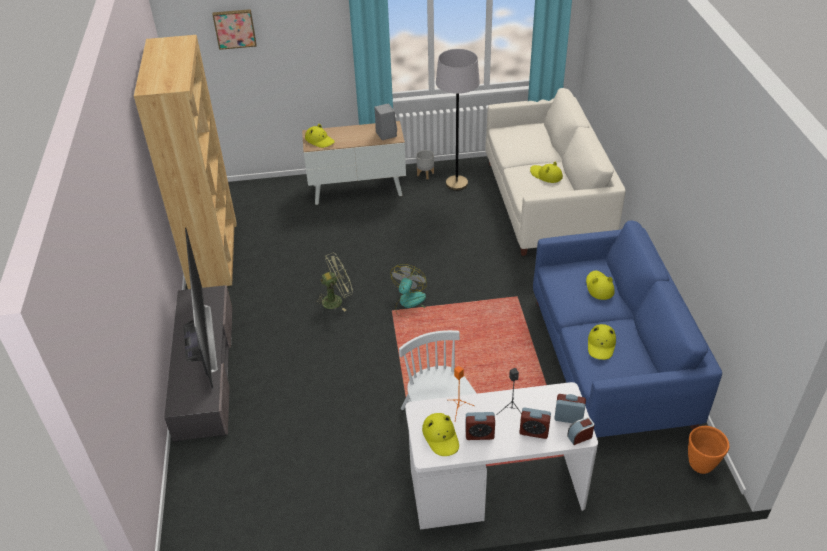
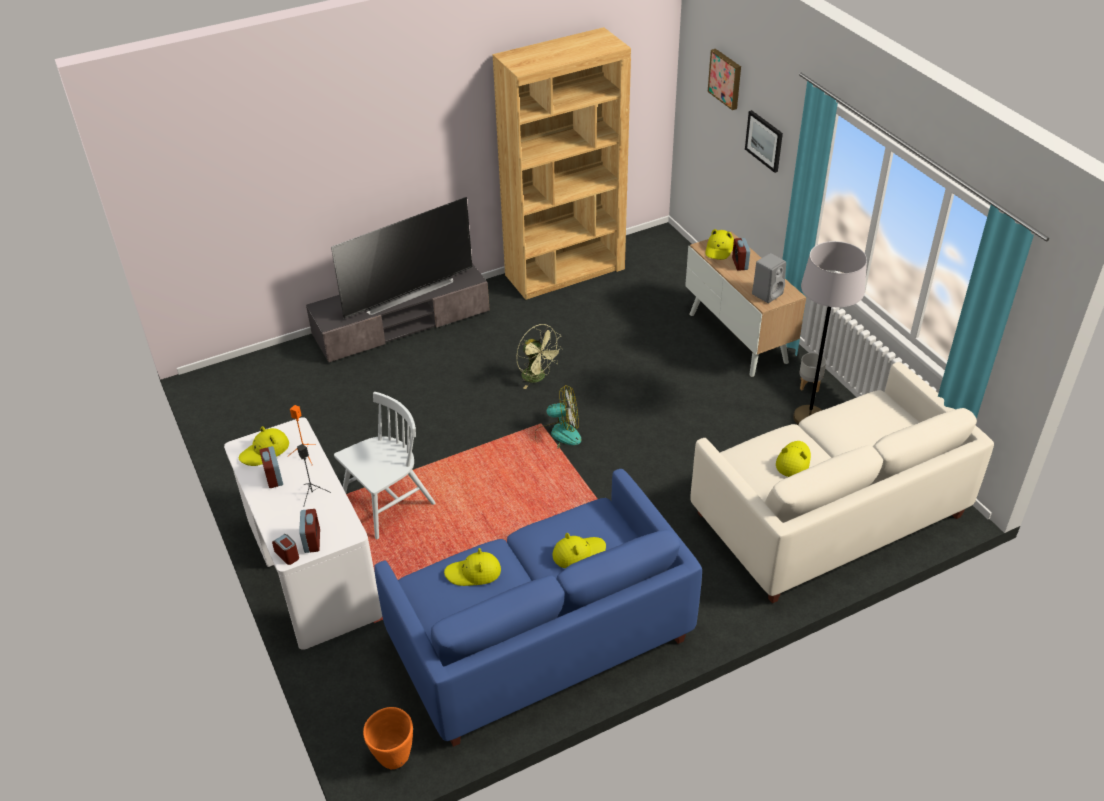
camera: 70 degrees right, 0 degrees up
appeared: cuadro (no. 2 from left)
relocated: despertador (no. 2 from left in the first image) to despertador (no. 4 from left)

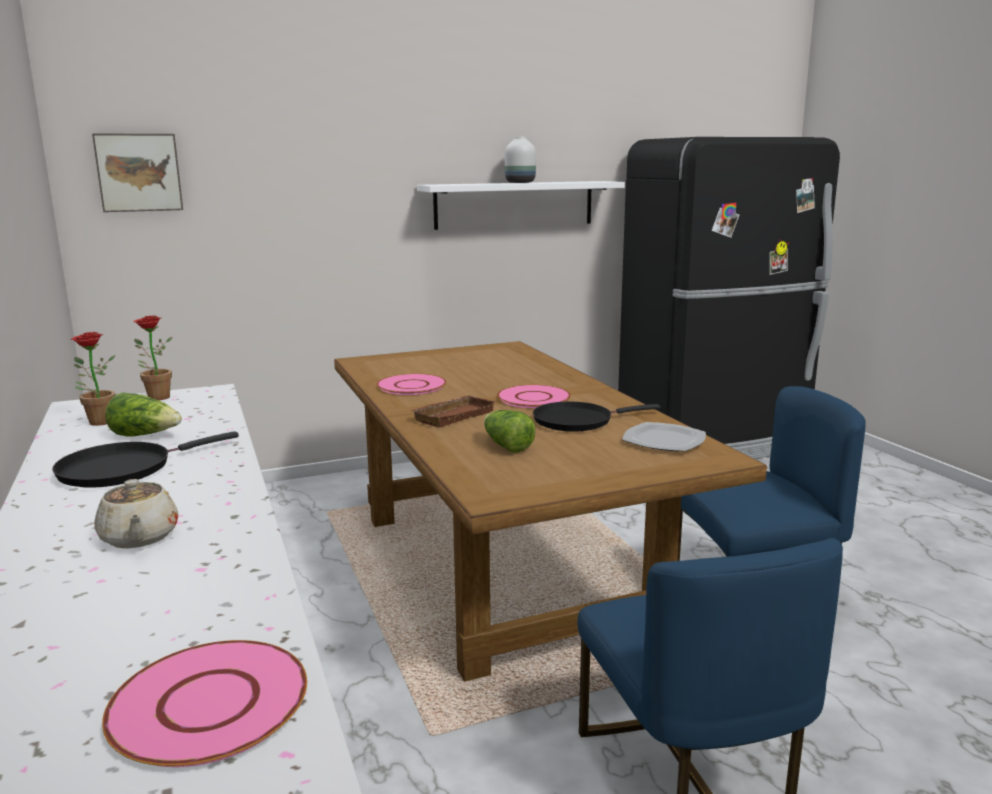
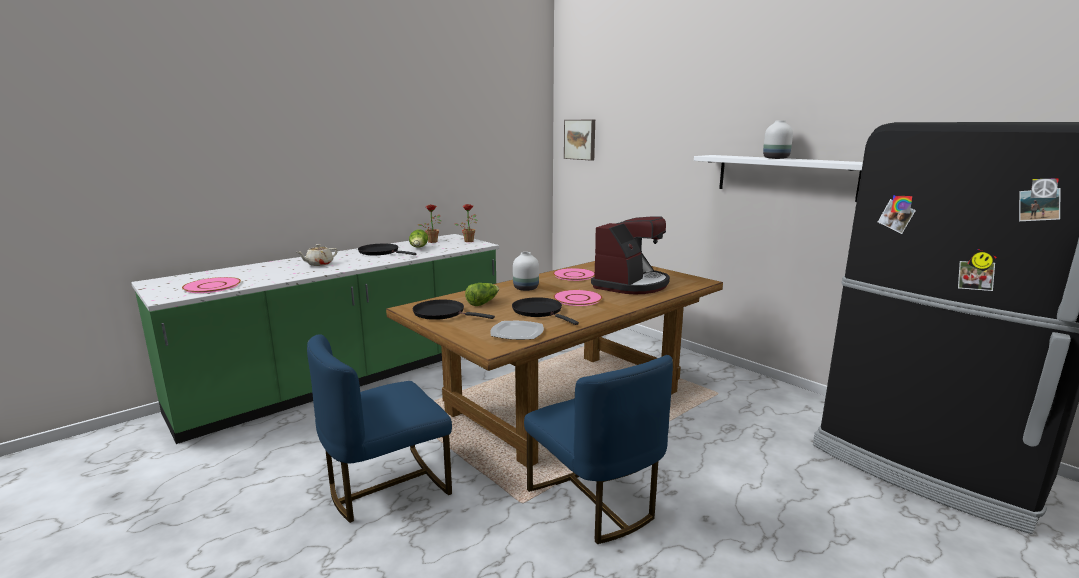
camera: 70 degrees right, 0 degrees up
appeared: sartén/negro (no. 2 from left); cafetera
exchanged: bandeja/marrón to florero/blanco (no. 1 from left)

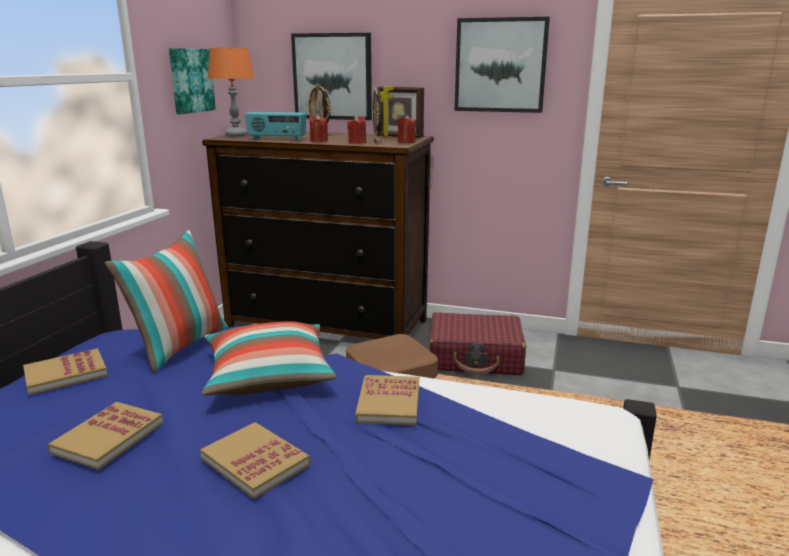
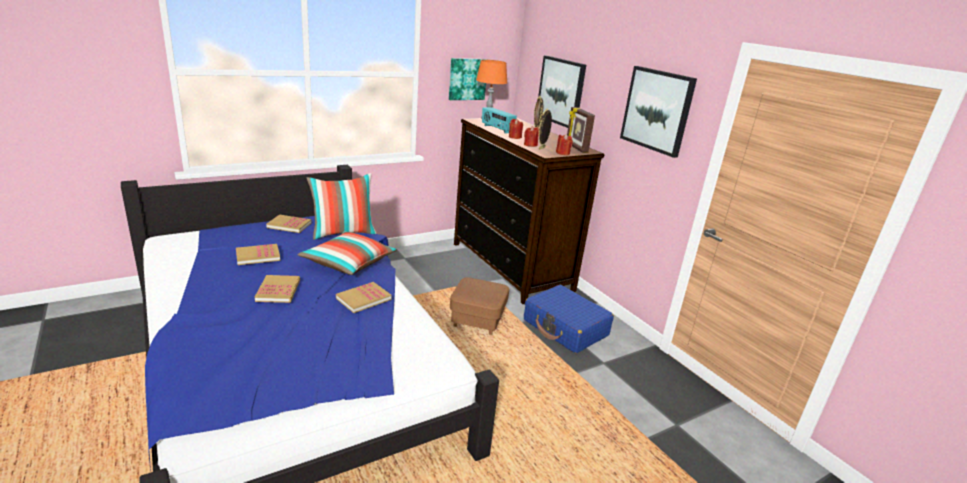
camera: 40 degrees right, 5 degrees up
colour: maleta/rojo to maleta/azul

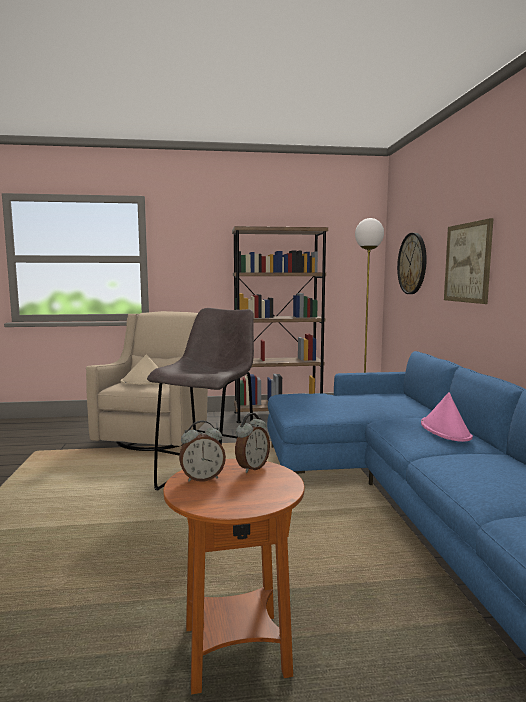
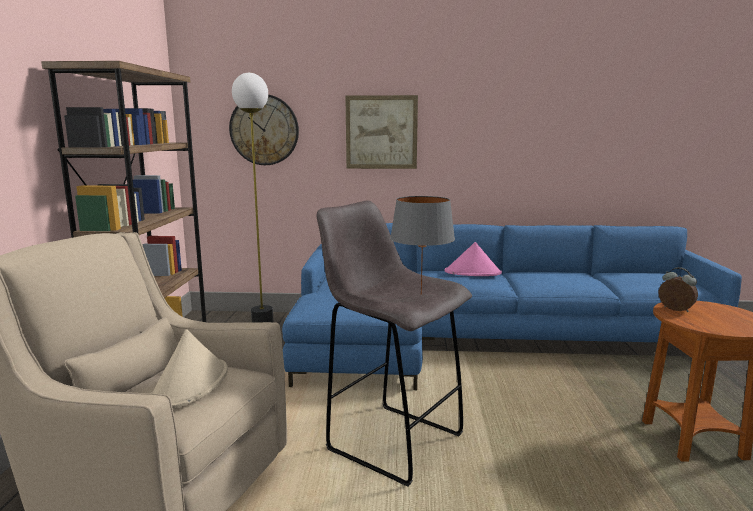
camera: 80 degrees left, 5 degrees up
missing: despertador (no. 1 from left)
appeared: lámpara de mesa/gris

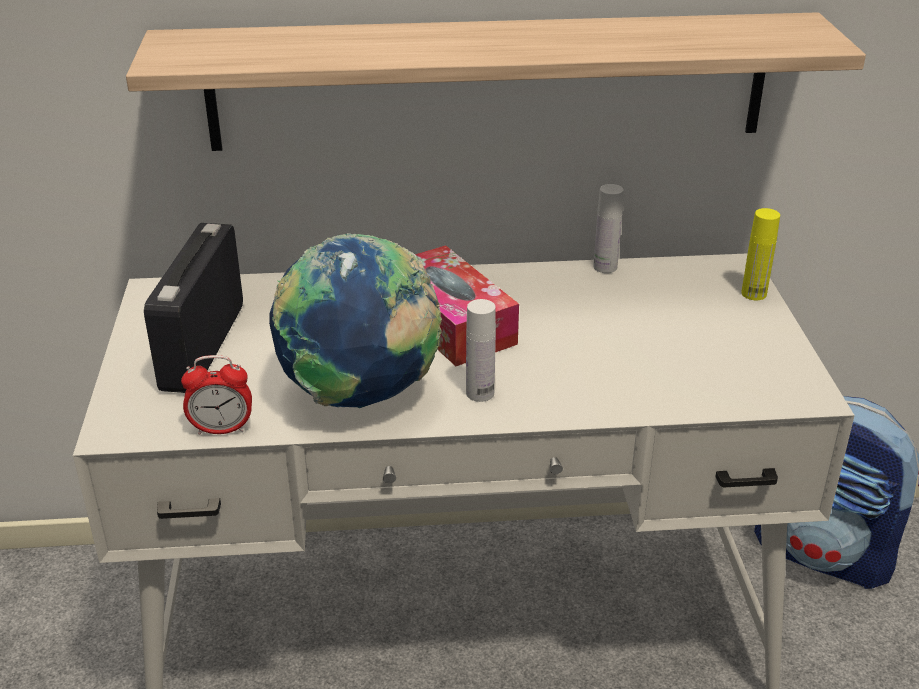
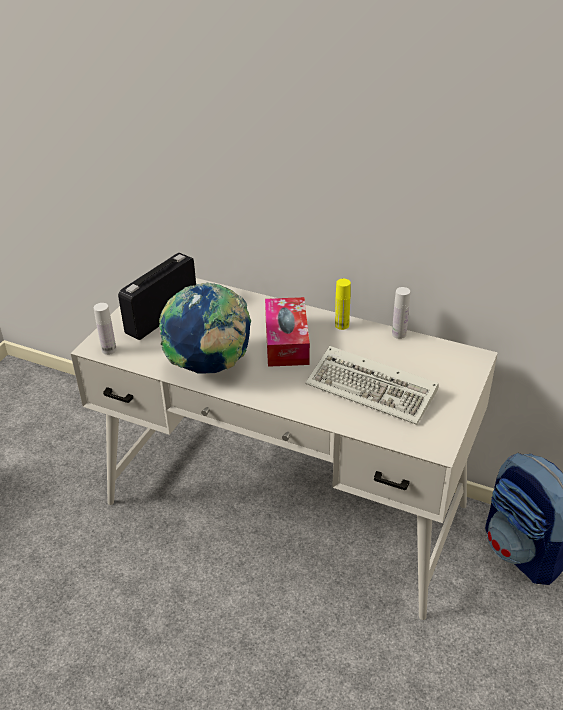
camera: 30 degrees right, 5 degrees up
missing: estante; despertador
appeared: teclado
relocated: botella/blanco (no. 1 from left); botella/amarillo

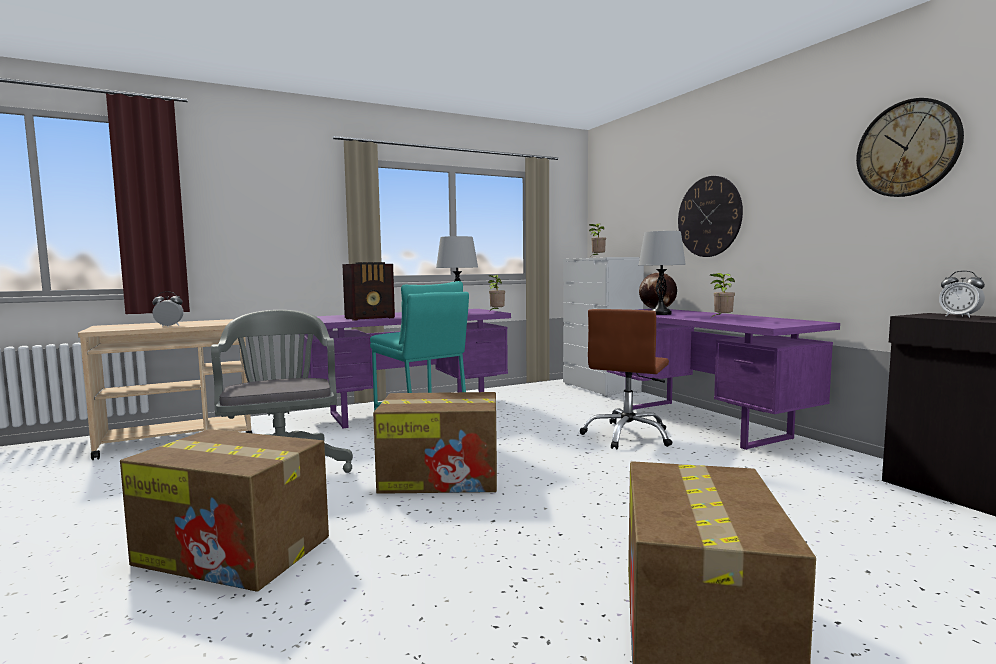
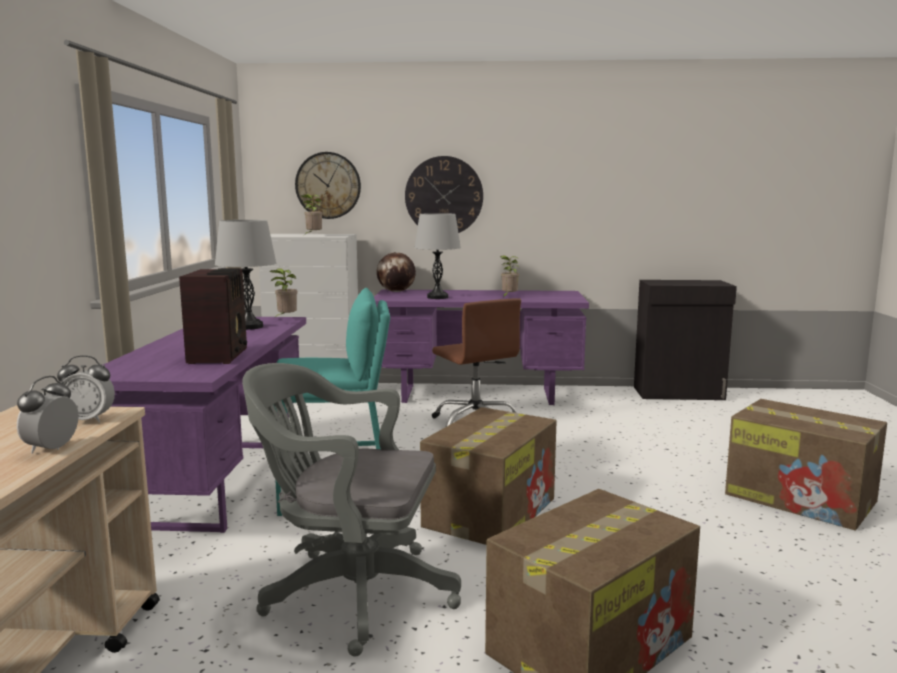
camera: 60 degrees left, 5 degrees up
relocated: reloj de pared (no. 2 from left in the first image) to reloj de pared (no. 1 from left); despertador (no. 2 from left)

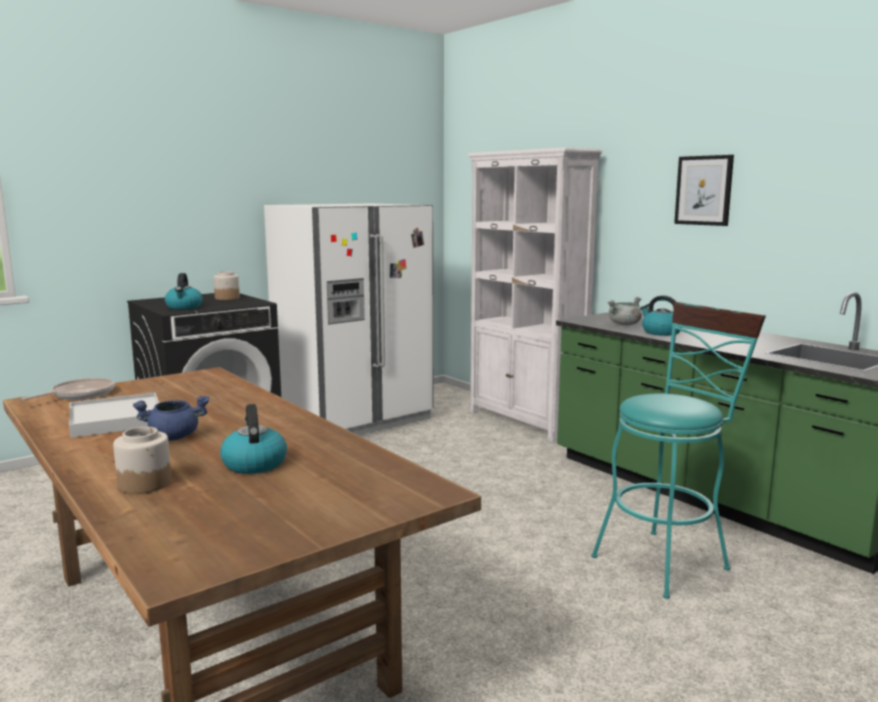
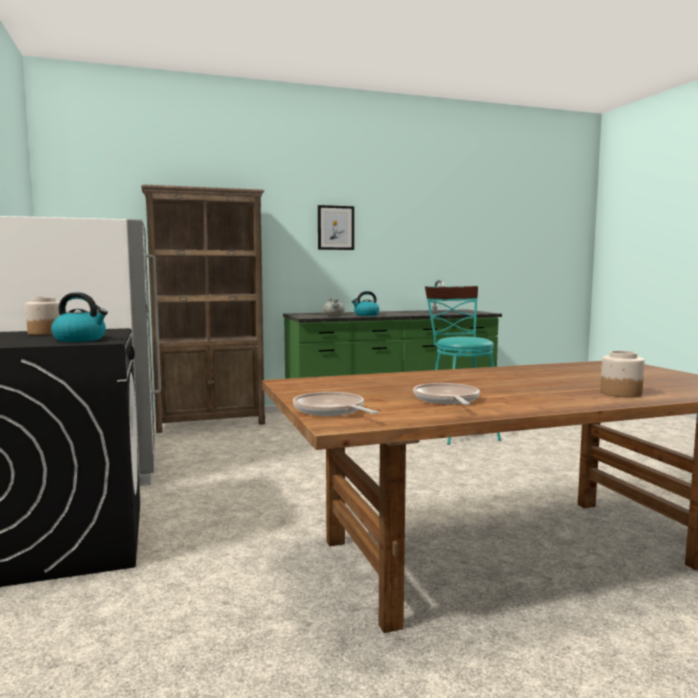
camera: 70 degrees left, 5 degrees down
missing: olla/azul; hervidor (no. 2 from left)
exchanged: bandeja/blanco to sartén (no. 2 from left)
colour: estantería/blanco to estantería/marrón

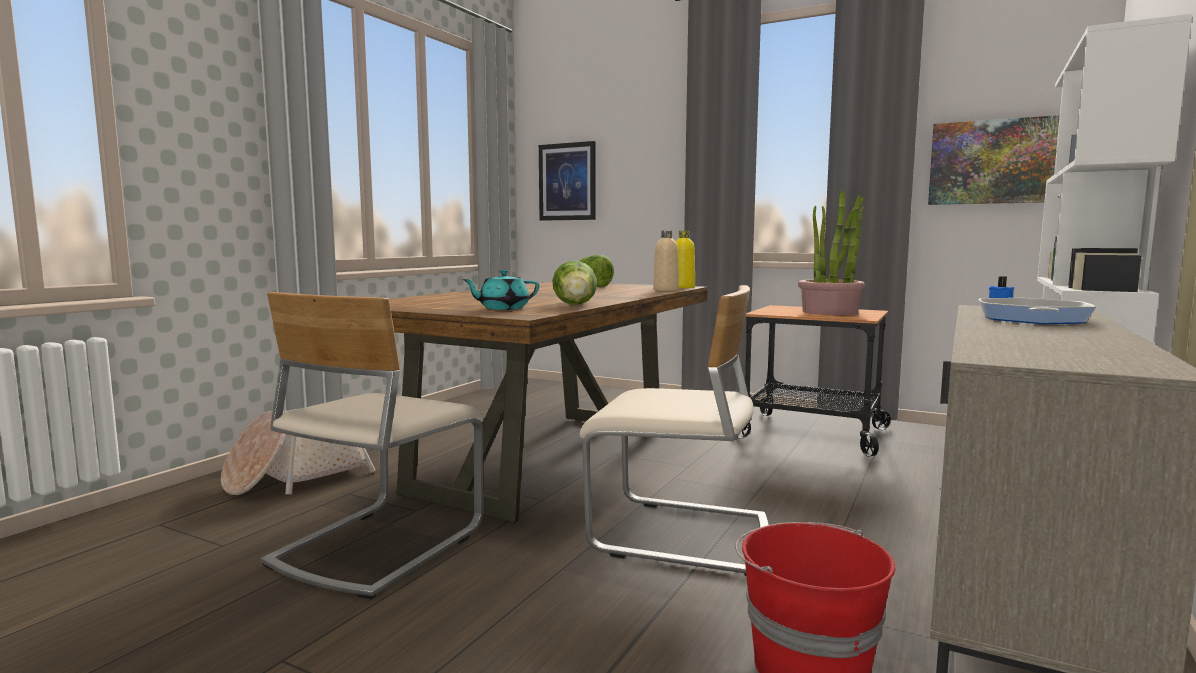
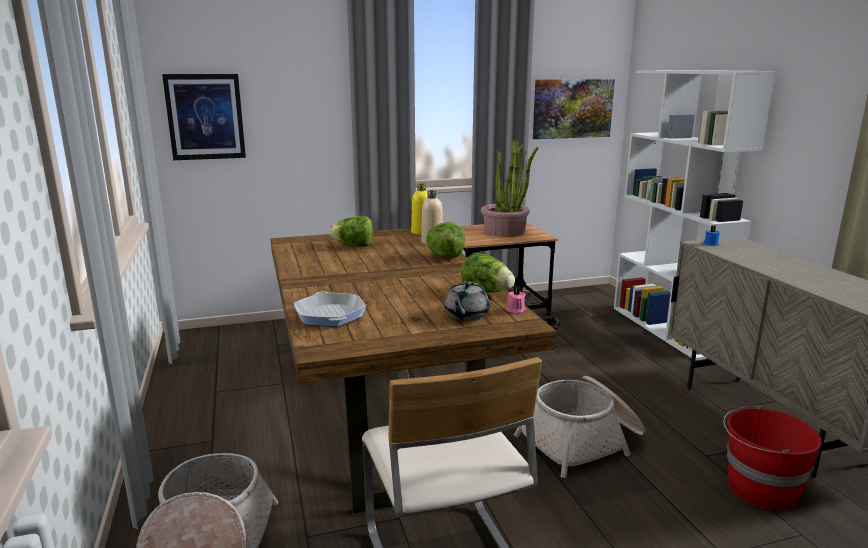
camera: 45 degrees left, 10 degrees up
appeared: lechuga (no. 2 from left); vela/rosa
relocated: sartén
exchanged: silla/beis (no. 2 from left) to cesta (no. 2 from left)
colour: tetera/turquesa to tetera/gris

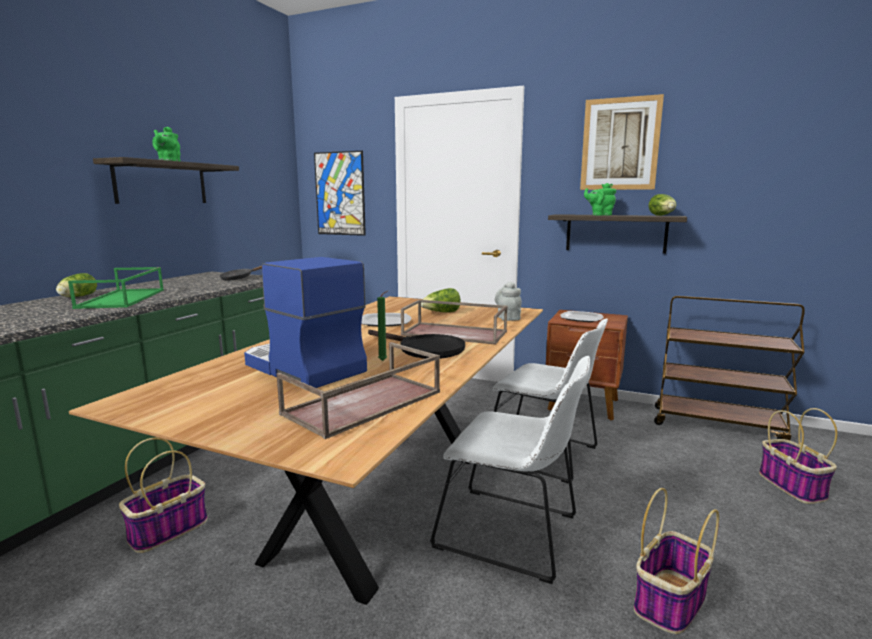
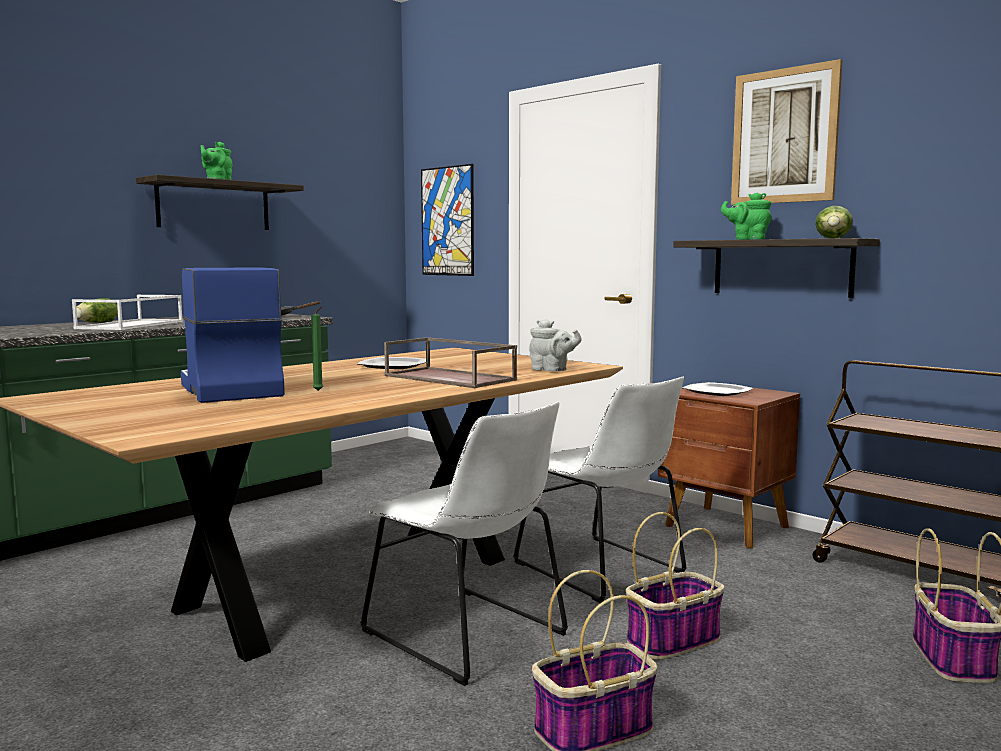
camera: 20 degrees right, 5 degrees down
missing: bandeja/marrón (no. 1 from left); sartén/negro (no. 2 from left); lechuga (no. 2 from left)
relocated: cesta (no. 1 from left in the first image) to cesta (no. 2 from left)
colour: bandeja/verde to bandeja/blanco
spun: tetera/gris 105 degrees clockwise

